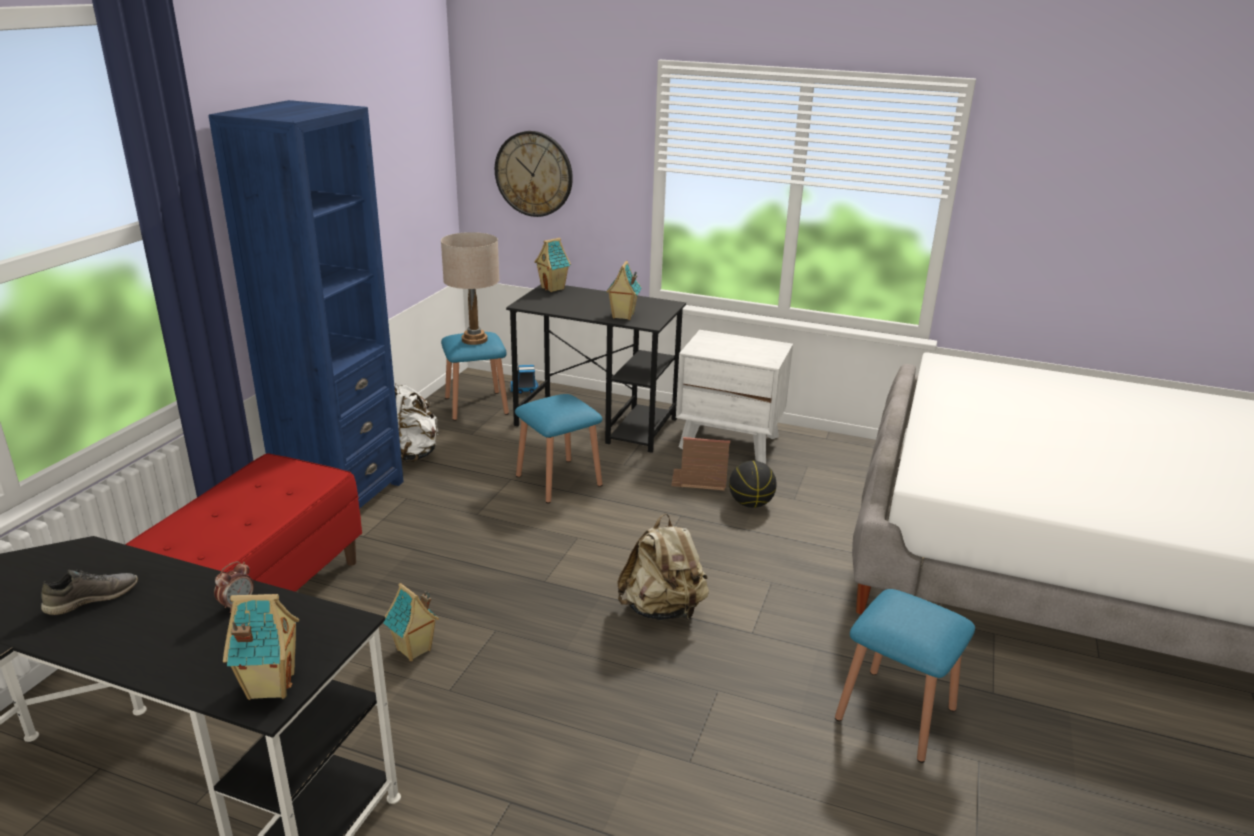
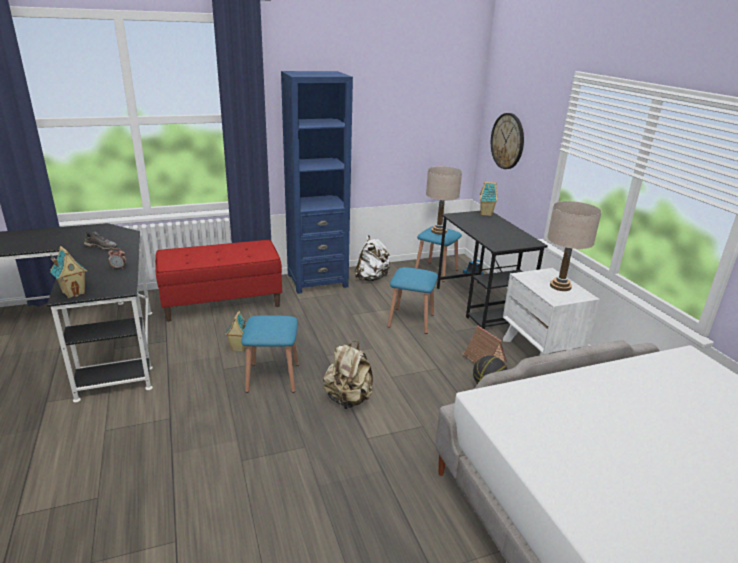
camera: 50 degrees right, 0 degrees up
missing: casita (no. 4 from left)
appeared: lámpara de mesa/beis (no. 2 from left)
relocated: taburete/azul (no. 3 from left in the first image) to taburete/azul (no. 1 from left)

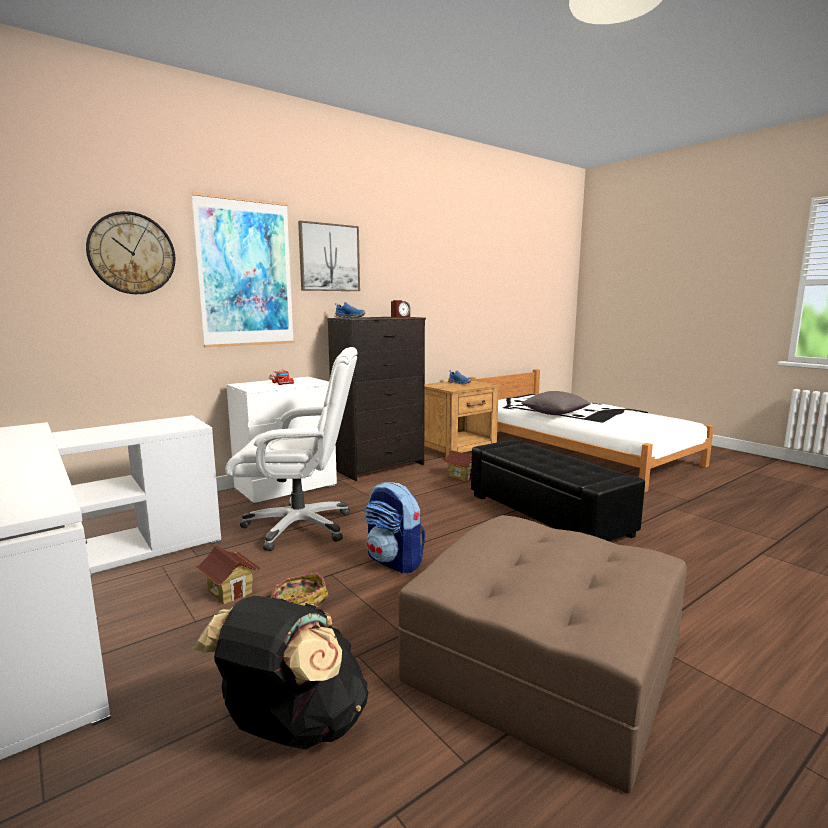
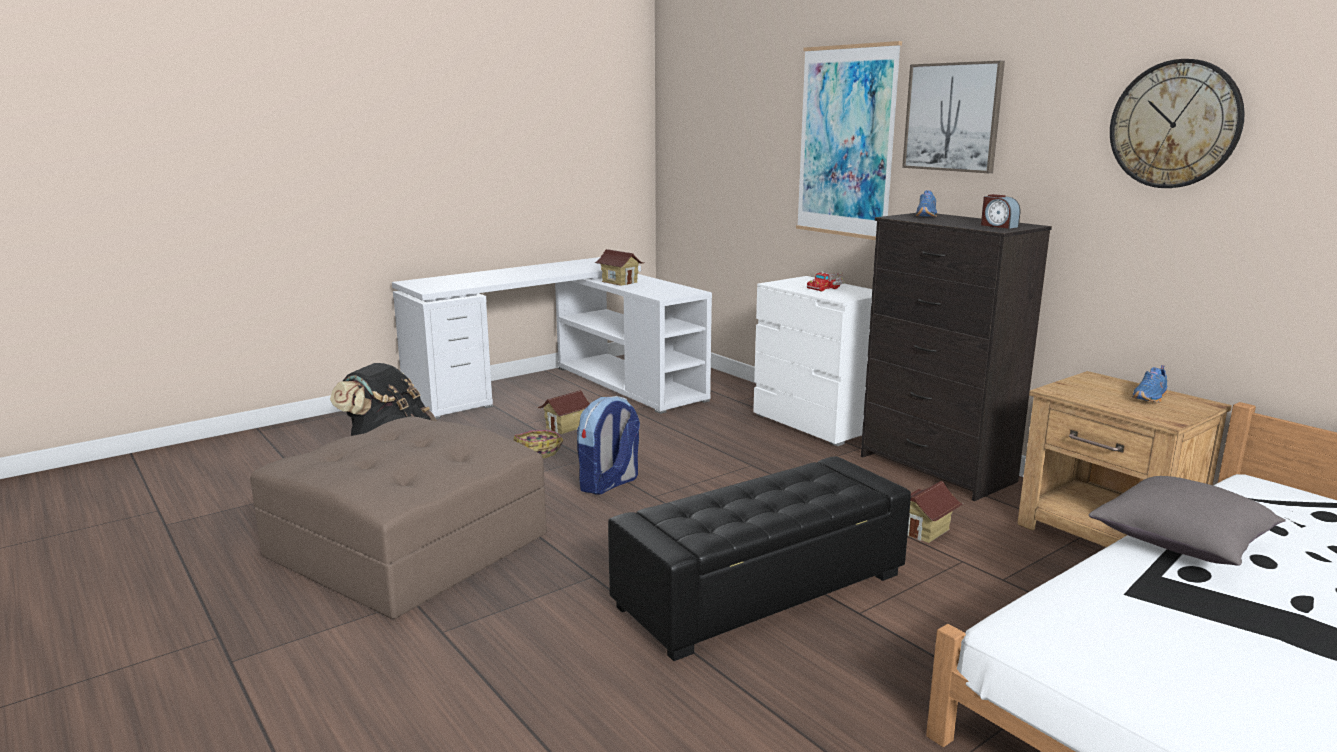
camera: 90 degrees right, 5 degrees up
missing: silla de oficina/blanco
appeared: casita (no. 2 from left)
relocated: reloj de pared

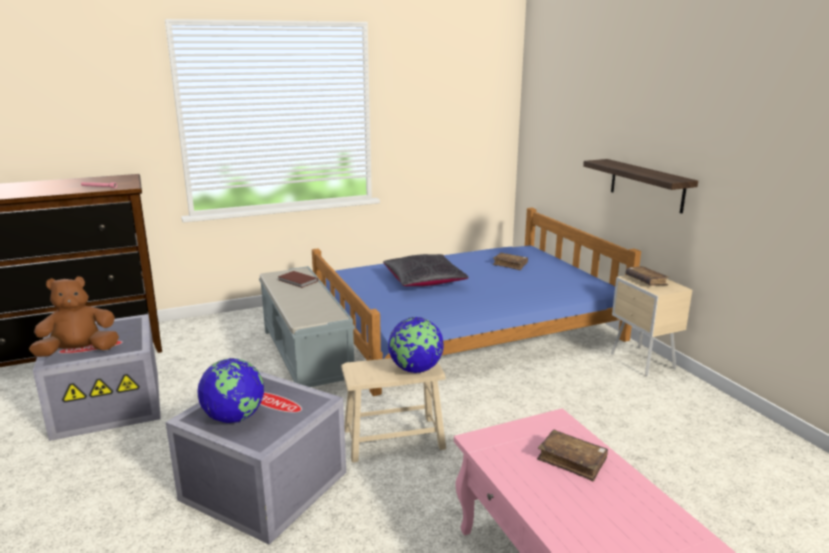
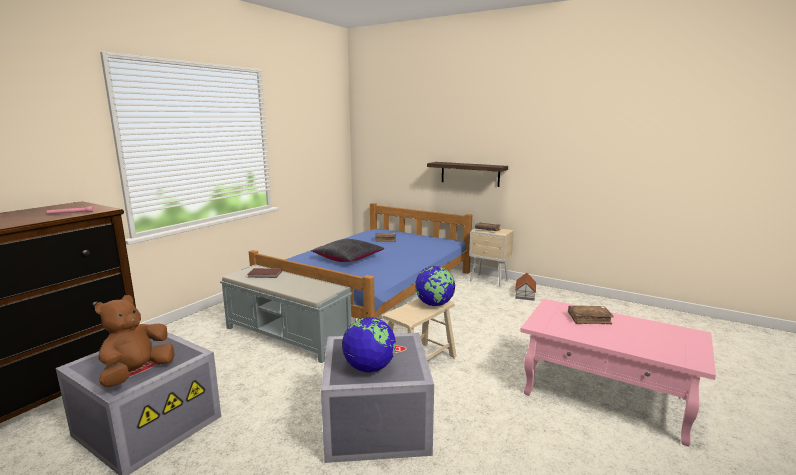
camera: 35 degrees left, 5 degrees down
appeared: casita

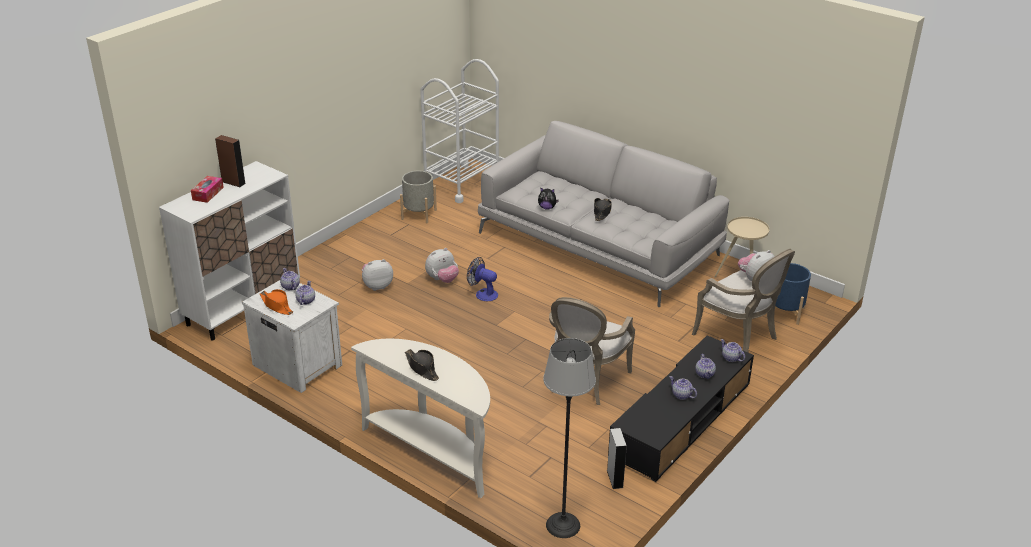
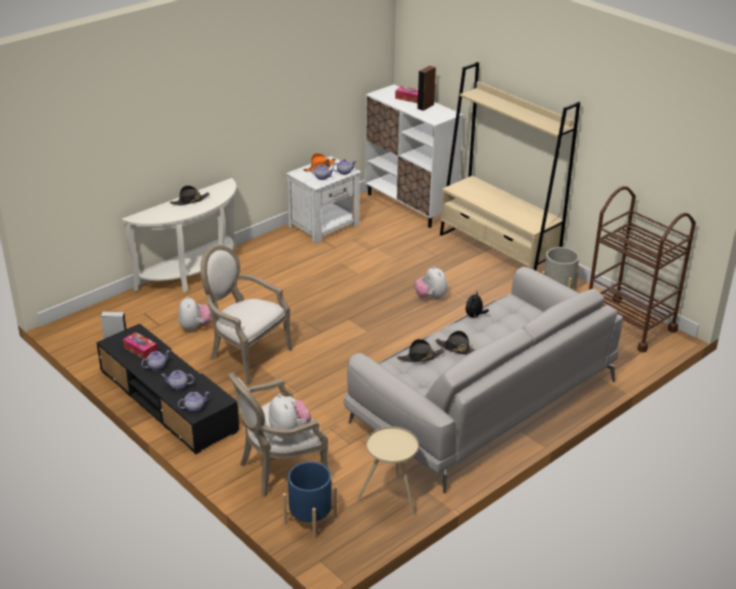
camera: 100 degrees right, 0 degrees up
missing: ventilador; lámpara de pie
appeared: caja de pañuelos (no. 1 from left); sombrero/negro (no. 2 from left); estantería/beis
relocated: peluche (no. 1 from left)
colour: carrito/blanco to carrito/marrón

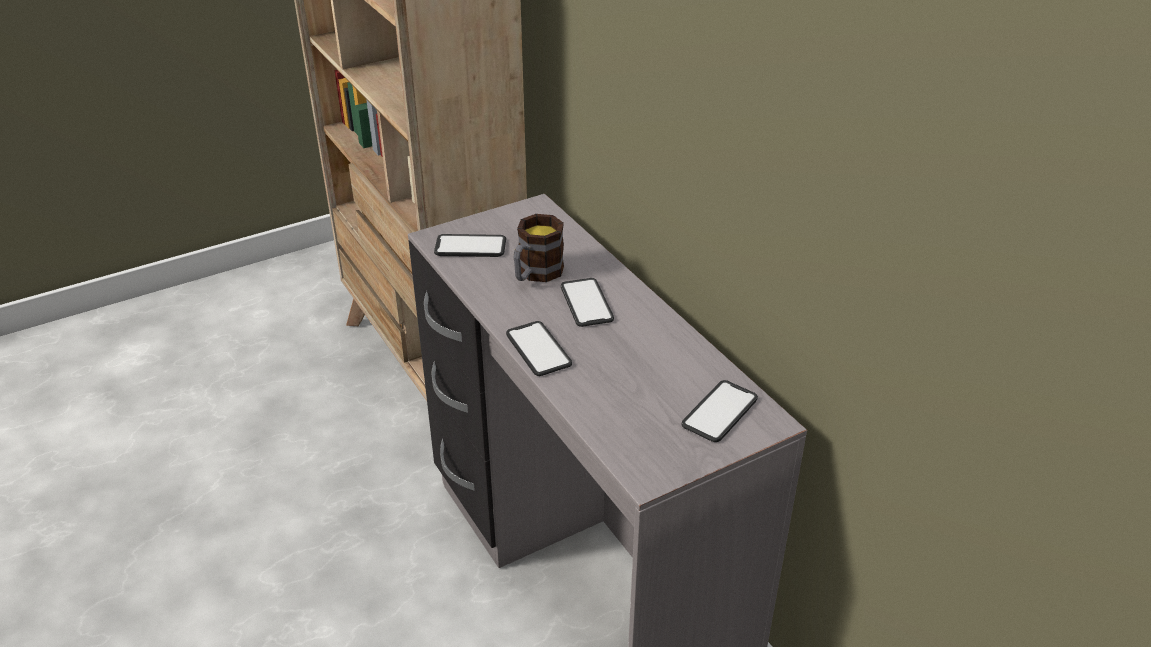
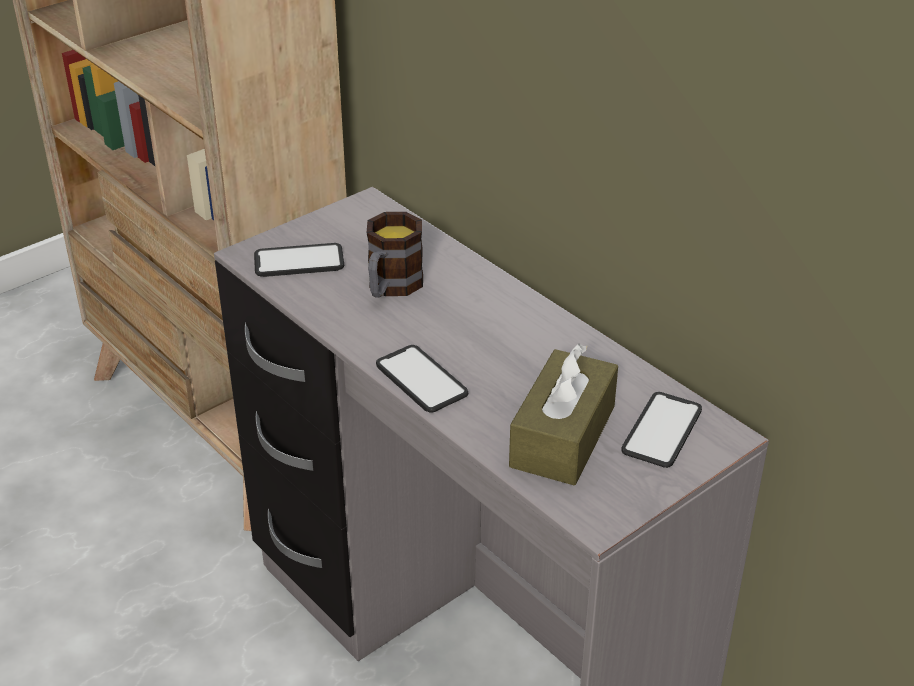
camera: 10 degrees left, 0 degrees up
missing: móvil (no. 3 from left)
appeared: caja de pañuelos/marrón

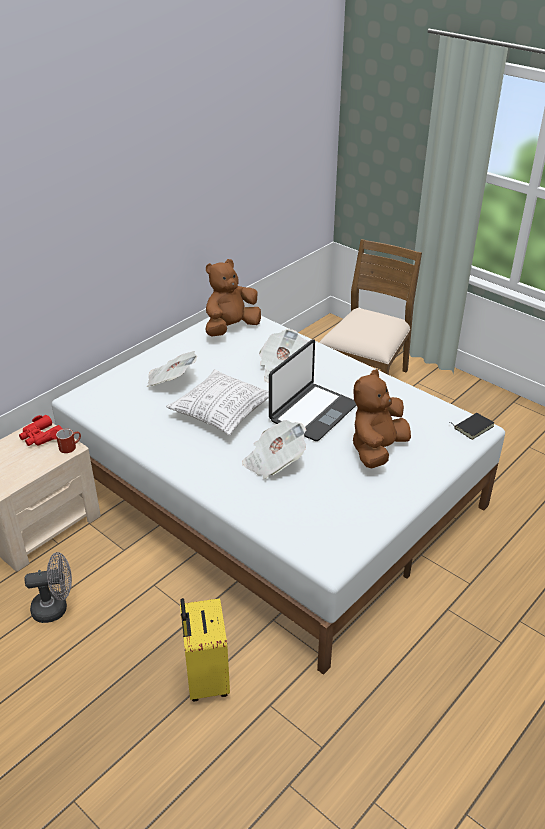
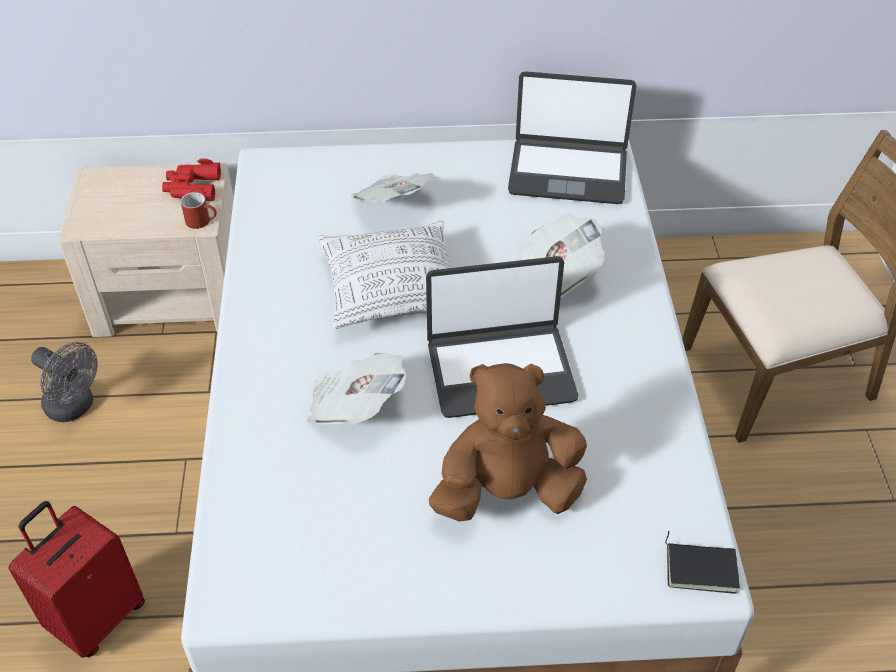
camera: 45 degrees right, 10 degrees up
exchanged: peluche/marrón (no. 1 from left) to portátil (no. 2 from left)
colour: maleta/amarillo to maleta/rojo

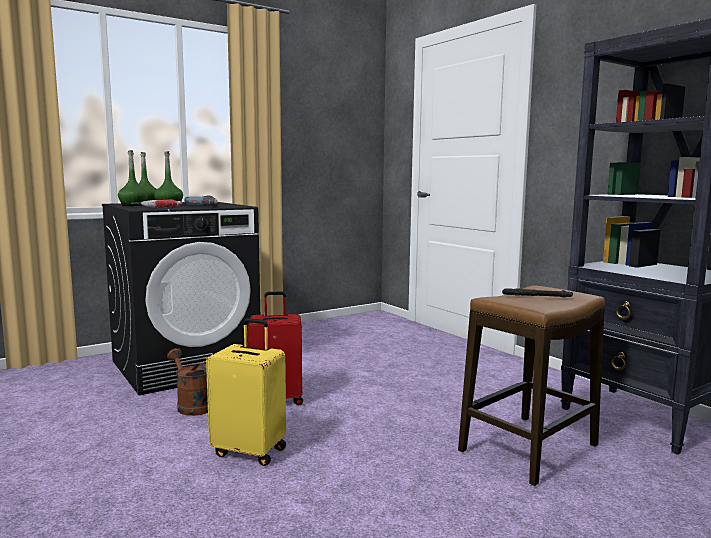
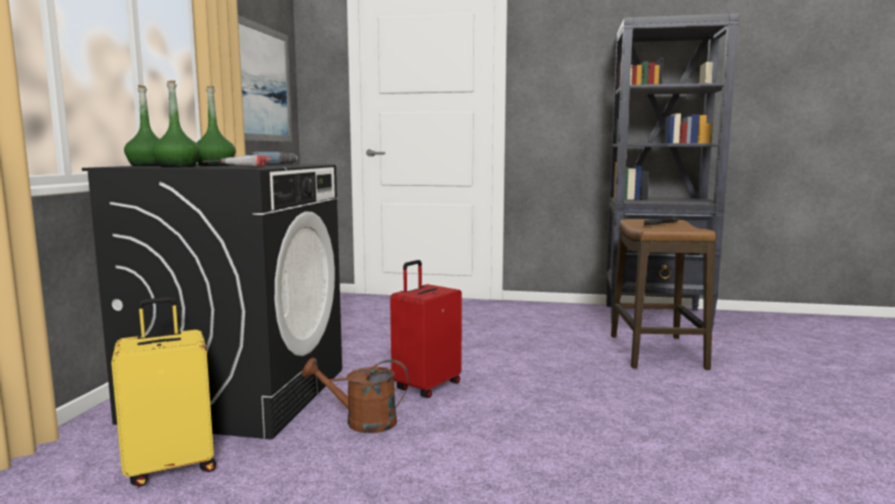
camera: 45 degrees left, 0 degrees up
appeared: cuadro
relocated: maleta/amarillo

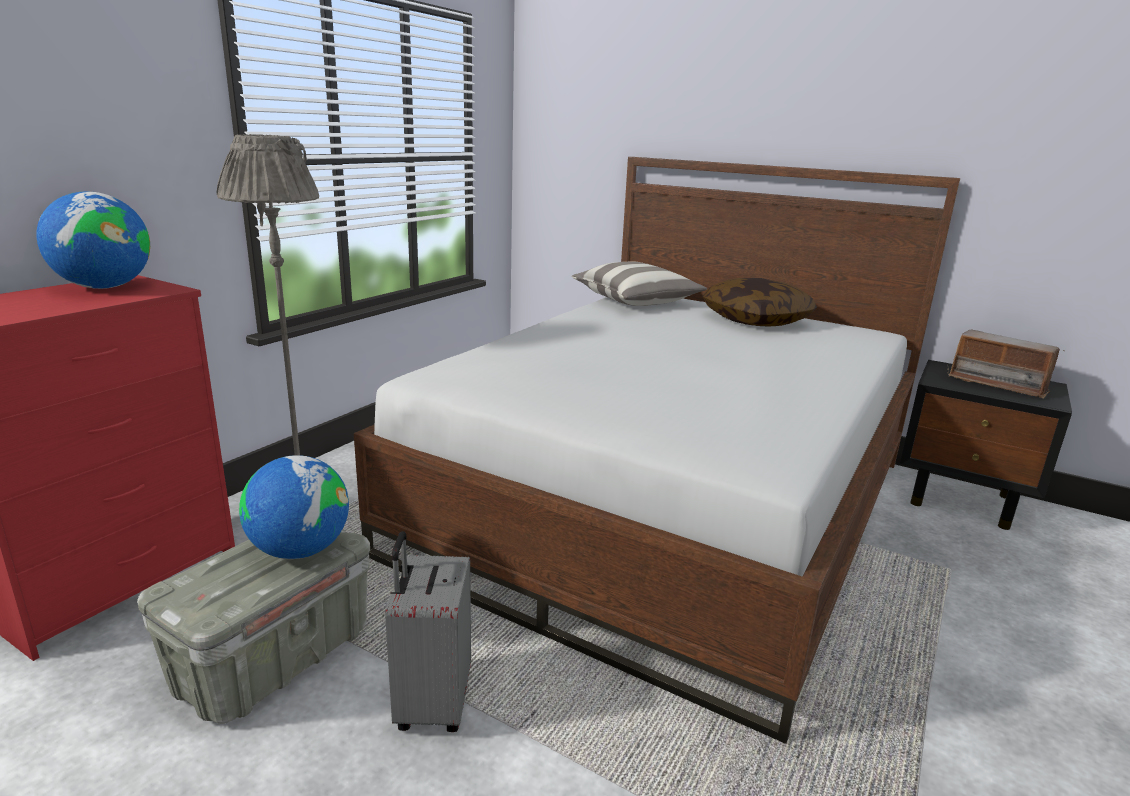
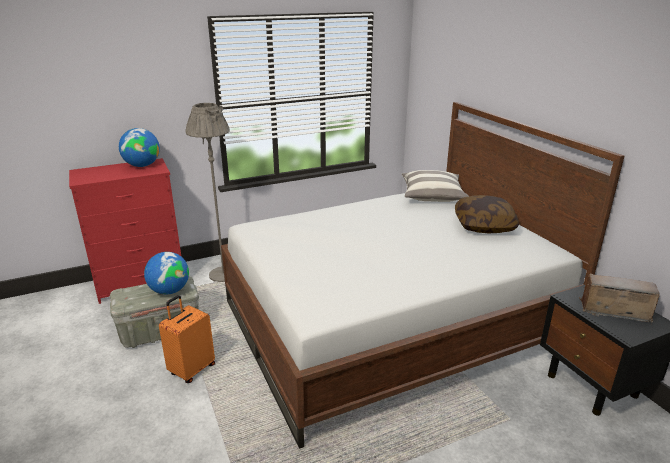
camera: 35 degrees right, 5 degrees up
colour: maleta/gris to maleta/naranja
spun: radio 120 degrees clockwise

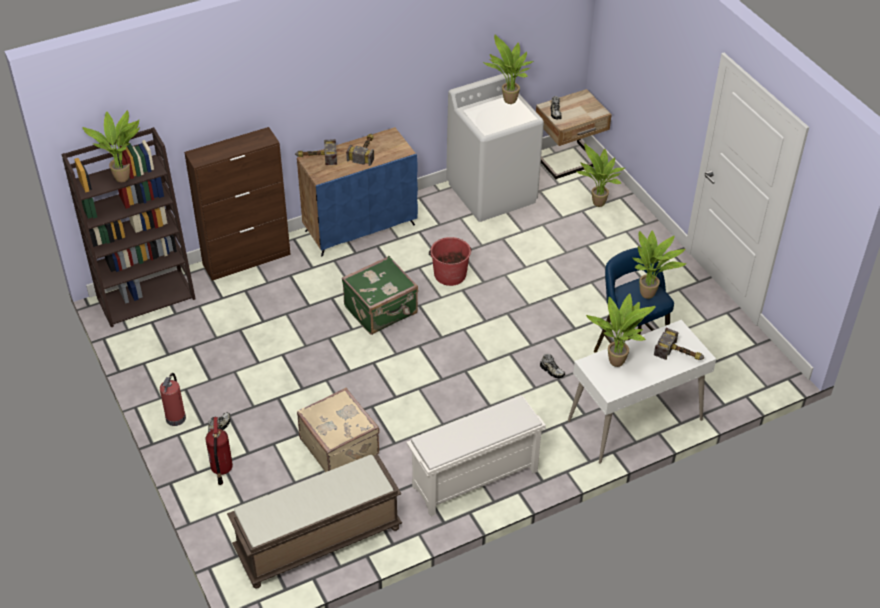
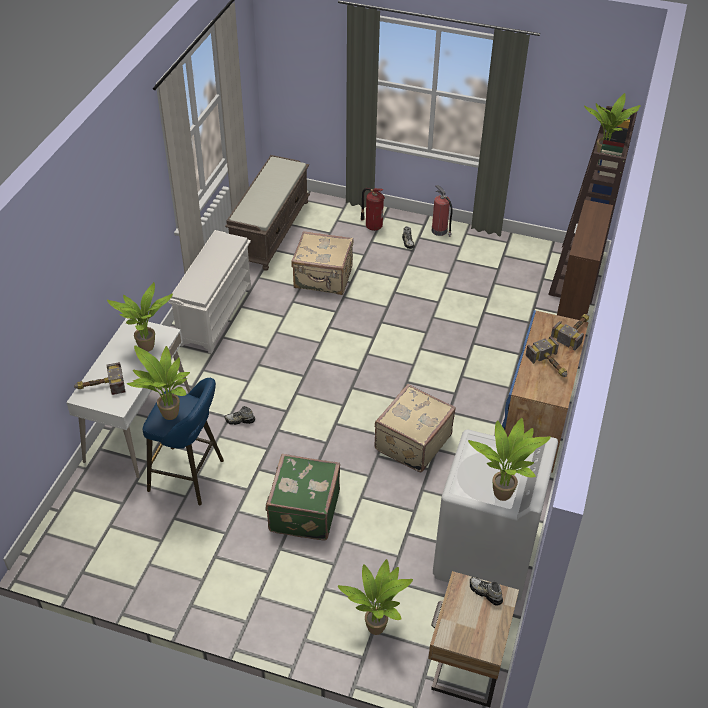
camera: 135 degrees right, 0 degrees up
relocated: maleta/verde
exchanged: cubo/rojo to maleta/beis (no. 2 from left)

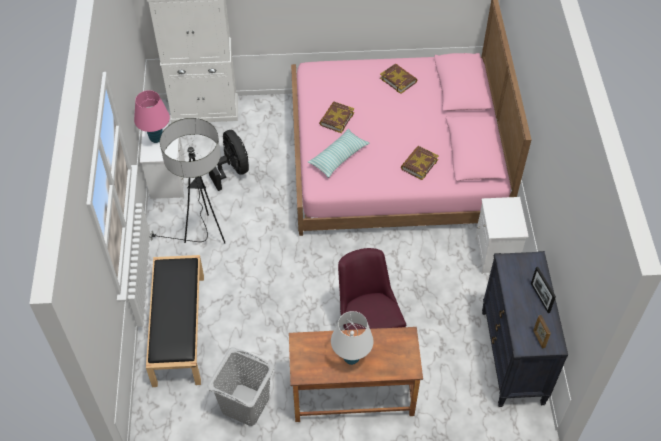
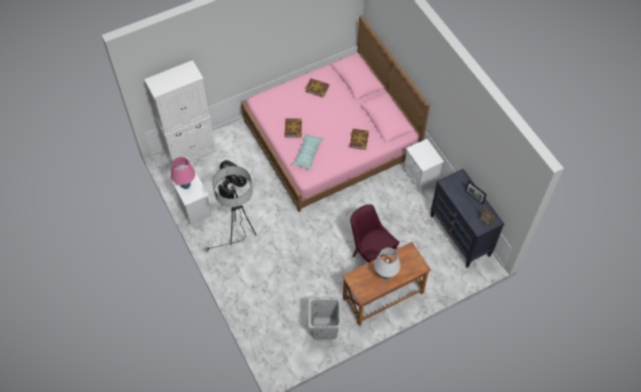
camera: 25 degrees left, 5 degrees up
missing: banco/negro

